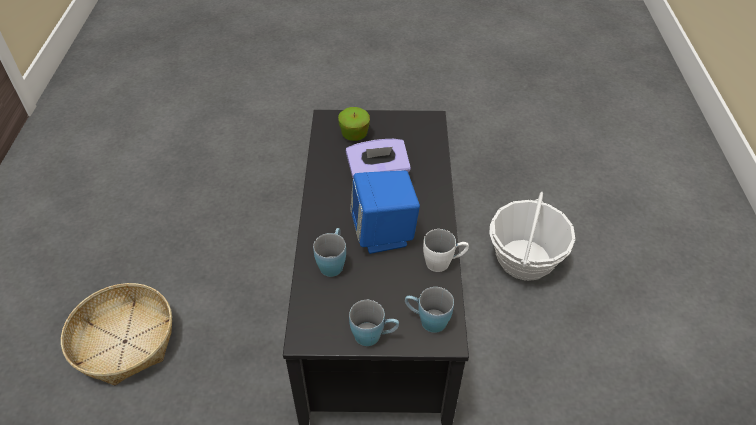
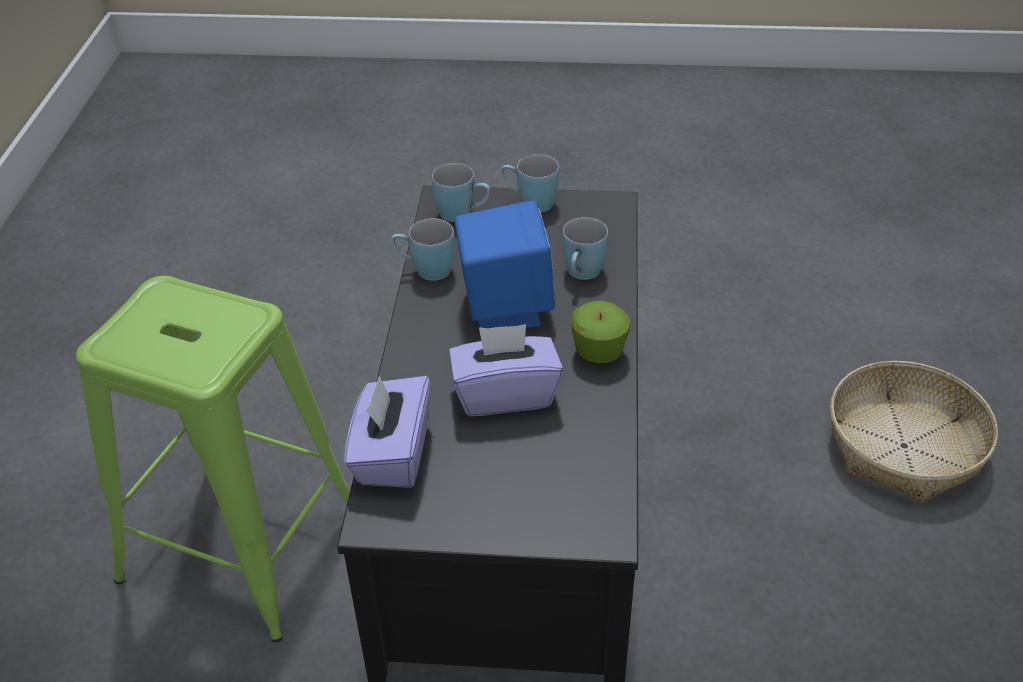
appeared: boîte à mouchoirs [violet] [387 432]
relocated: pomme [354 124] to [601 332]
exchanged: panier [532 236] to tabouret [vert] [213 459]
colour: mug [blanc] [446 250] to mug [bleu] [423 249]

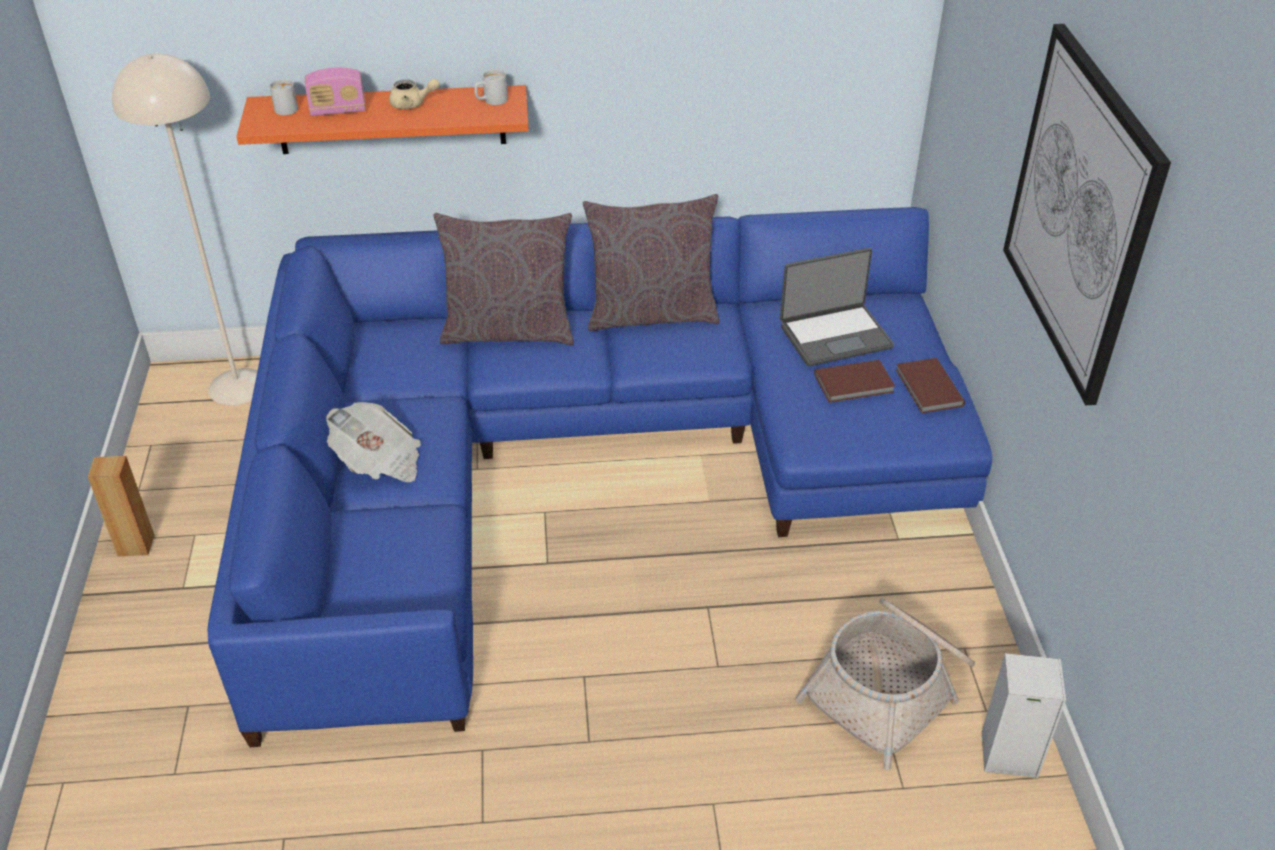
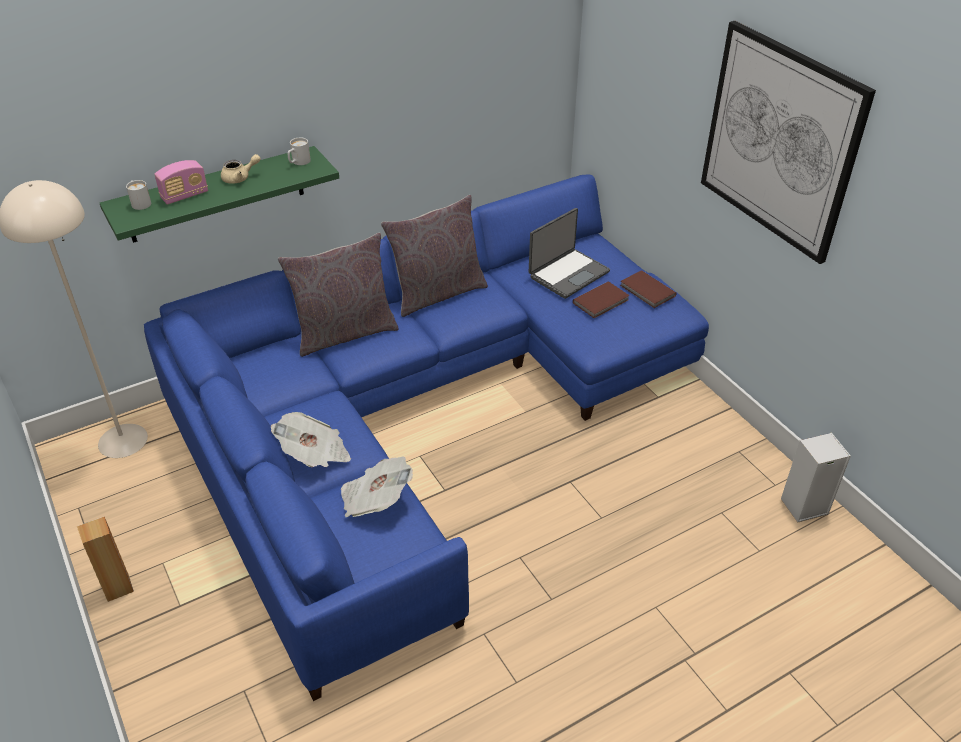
missing: panier [885 684]
appeared: journal [377 487]
colour: étagère [orange] [382 119] to étagère [vert] [219 194]

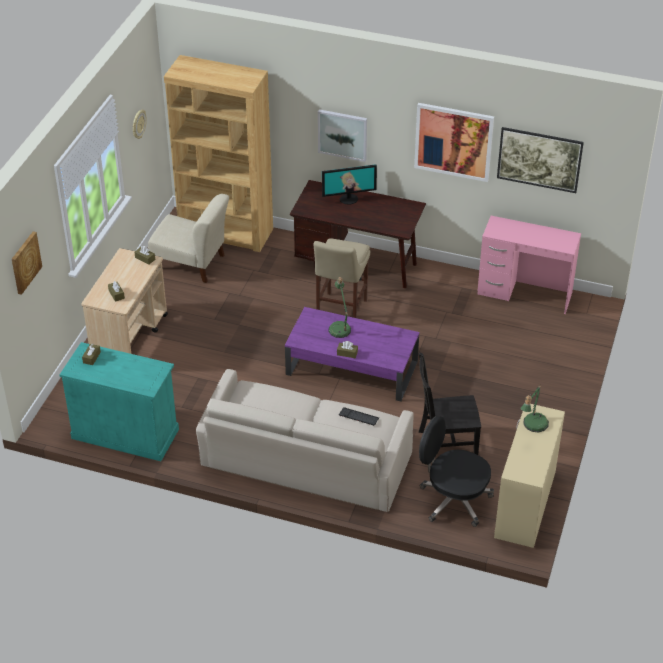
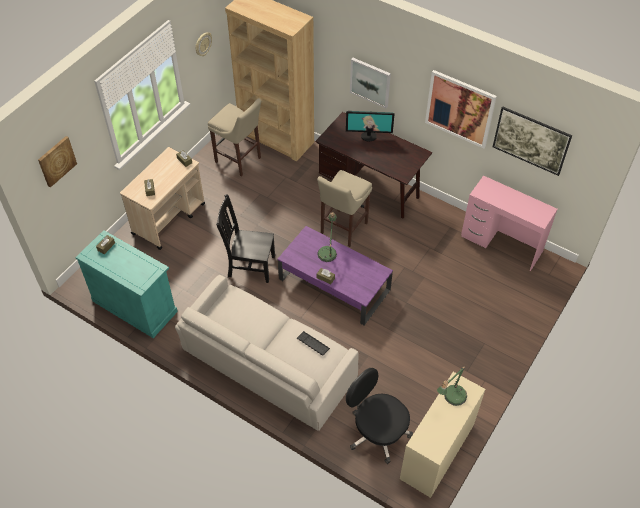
relocated: chaise [noir] [450 403] to [245 238]
exchanged: chaise [beige] [188 238] to tabouret [beige] [234 137]

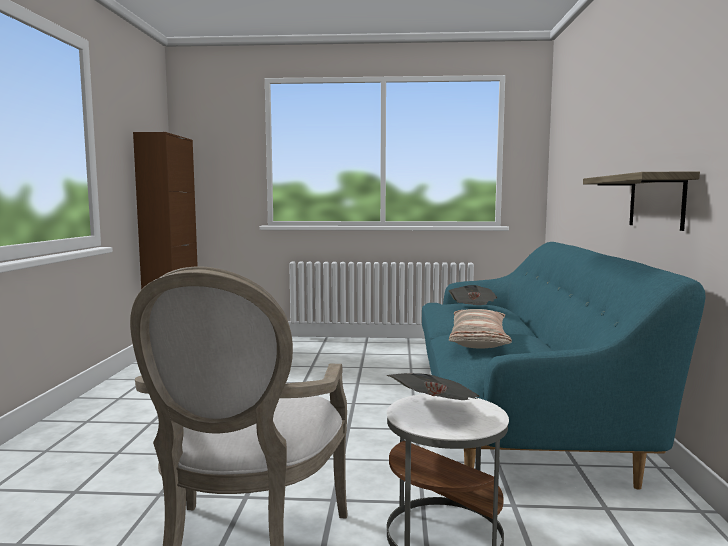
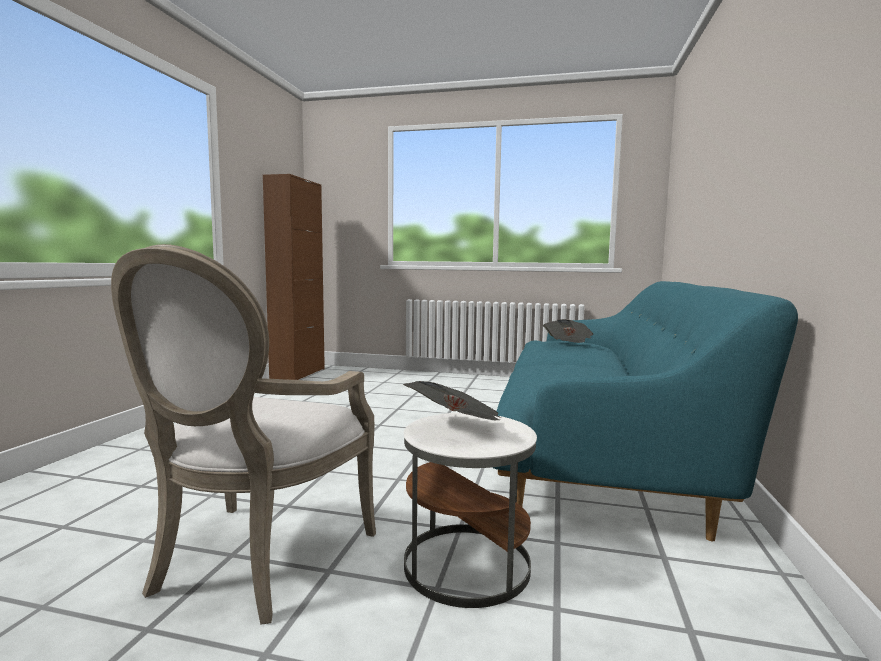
missing: coussin [480 329]; étagère [641 201]

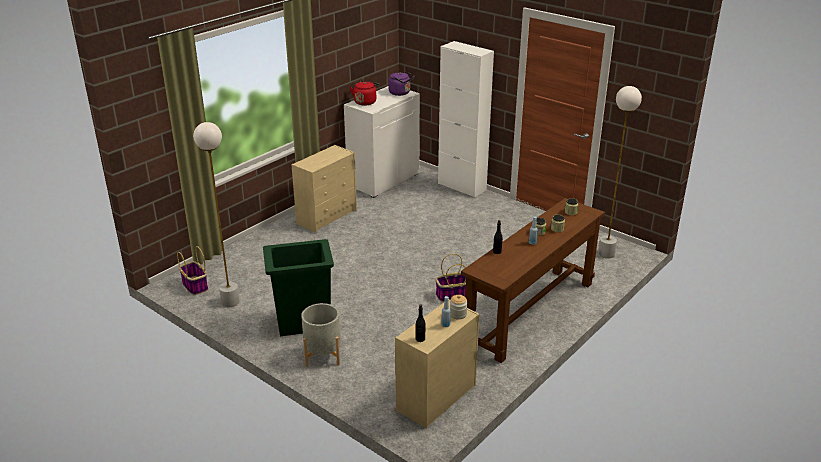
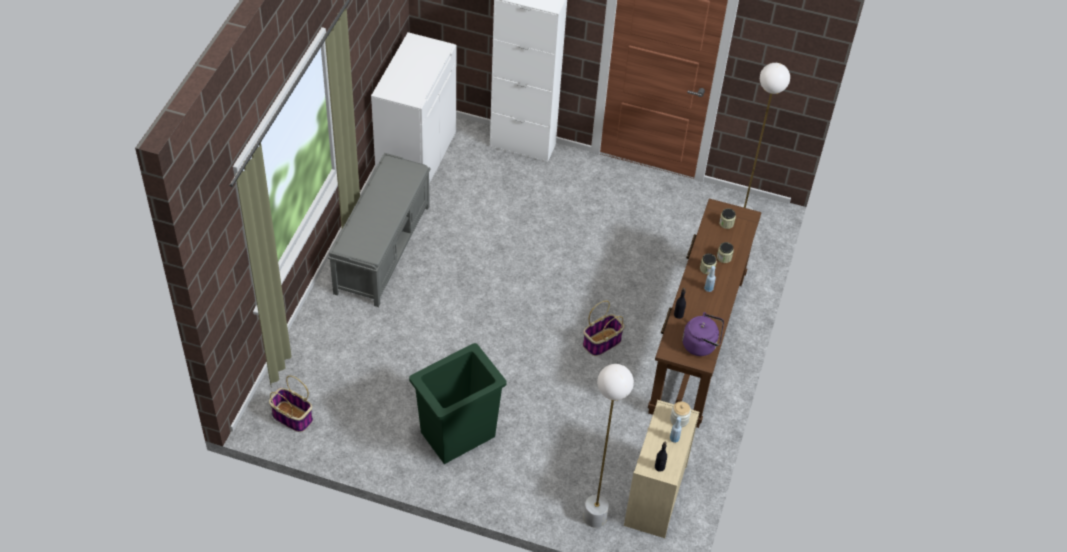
missing: cache-pot [gris] [321 335]; bouilloire [rouge] [364 93]
relocated: lampadaire [blanc] [216 214] to [608 446]; bouilloire [violet] [401 83] to [703 334]
exchanged: commode [beige] [324 189] to banc [gris] [379 230]

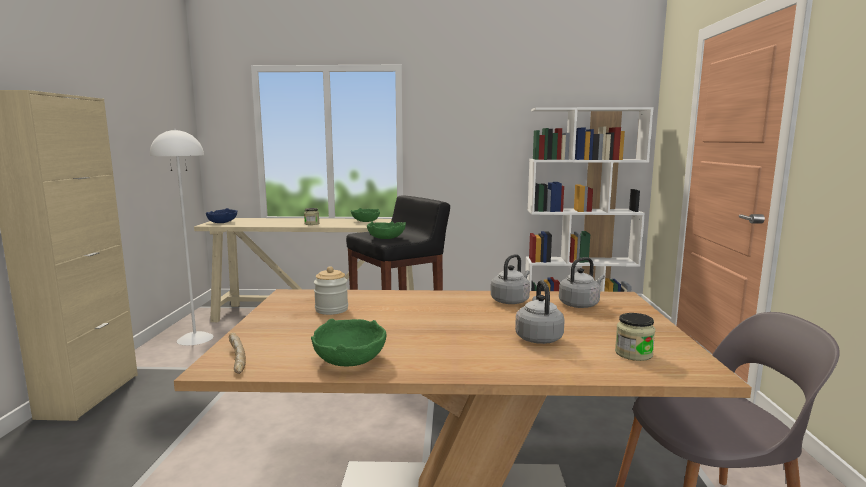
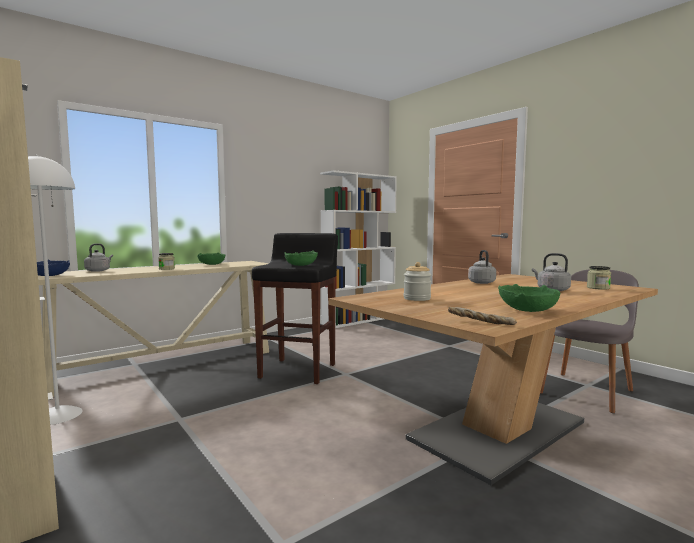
relocated: bouilloire [gris] [582 282] to [98 258]

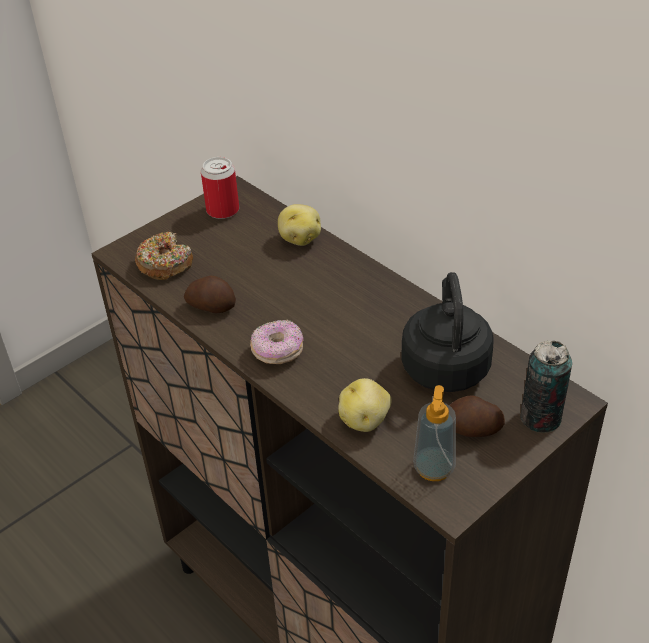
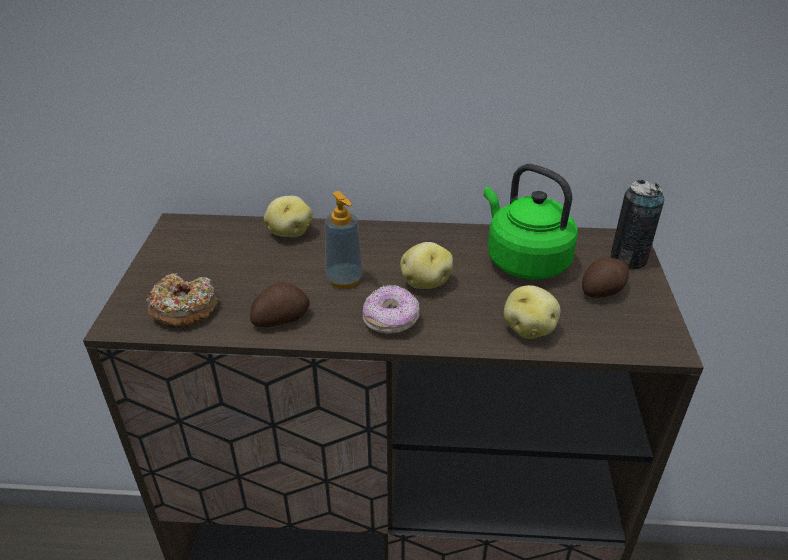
missing: boîte métallique [220 188]
appeared: pomme de terre [426 265]
relocated: distributeur de savon [434 433] to [344 239]
colour: bouilloire [noir] [447 332] to bouilloire [vert] [531 221]

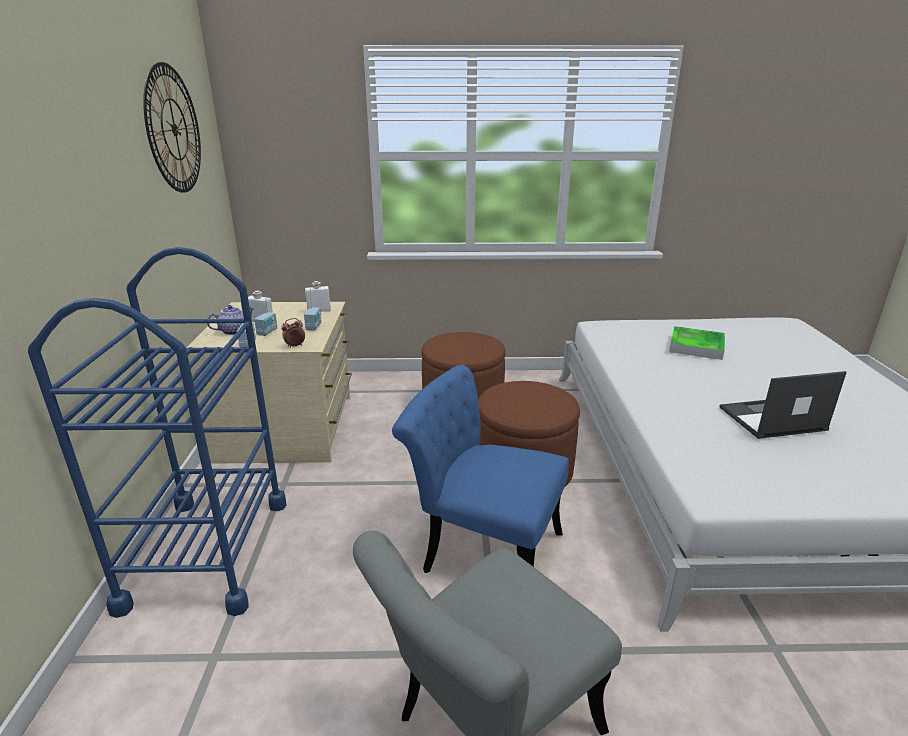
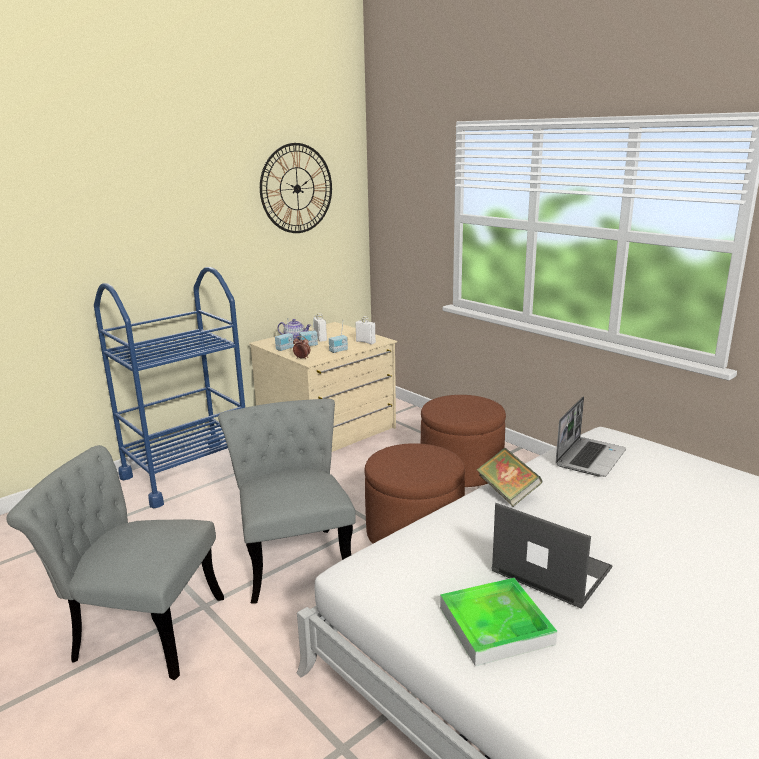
appeared: livre [509 477]; ordinateur portable [591 437]
relocated: plateau [697 343] to [498 622]
colour: chaise [bleu] [480 469] to chaise [gris] [287 501]

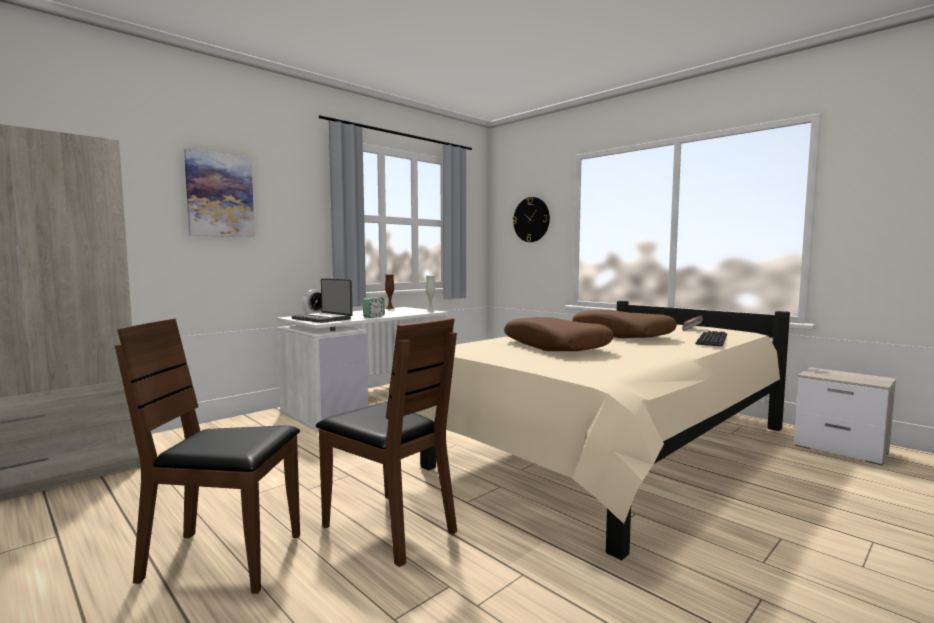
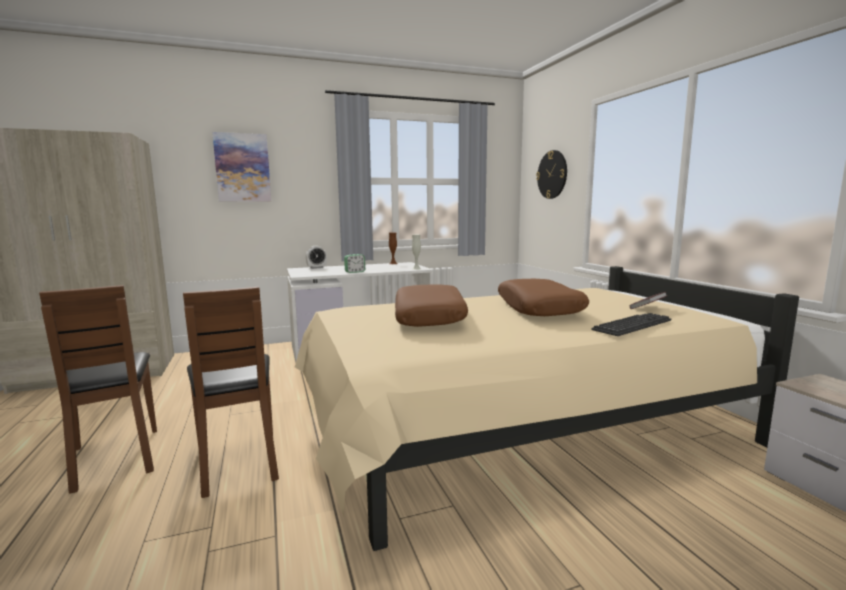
missing: ordinateur portable [322 300]
spun: chaise [marron] [207 456] = [98 389] 150 degrees counterclockwise

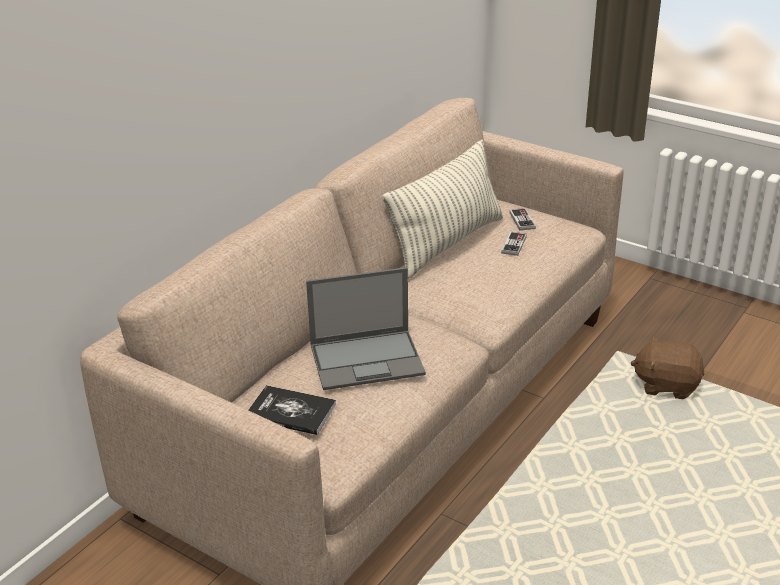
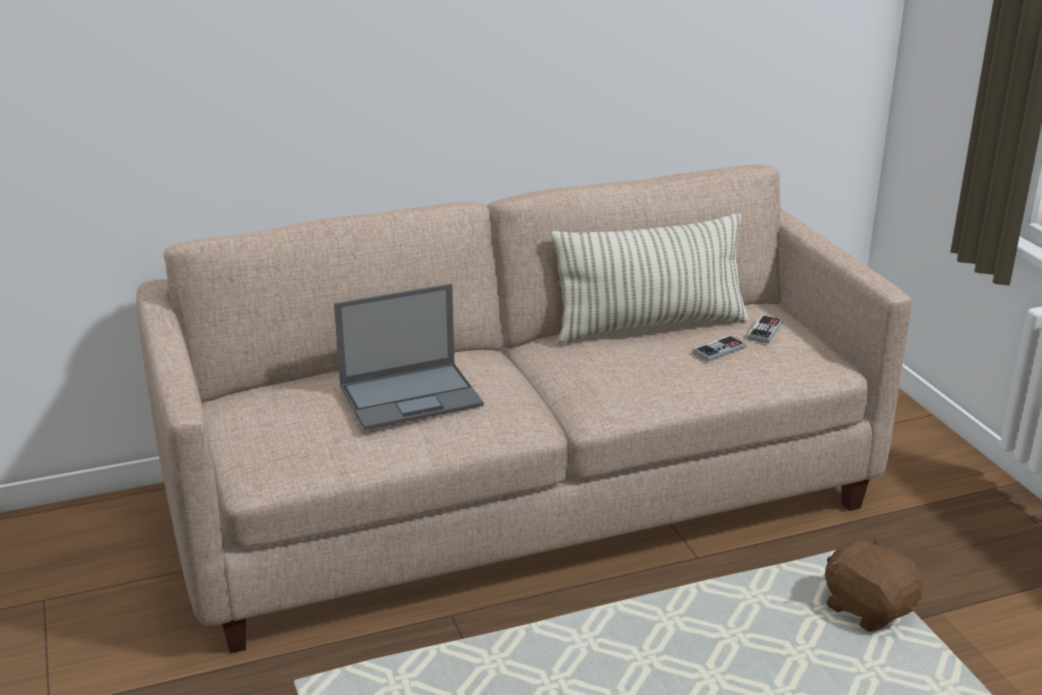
missing: livre [292 410]
spun: ordinateur portable [366 328] = [409 357] 45 degrees counterclockwise

